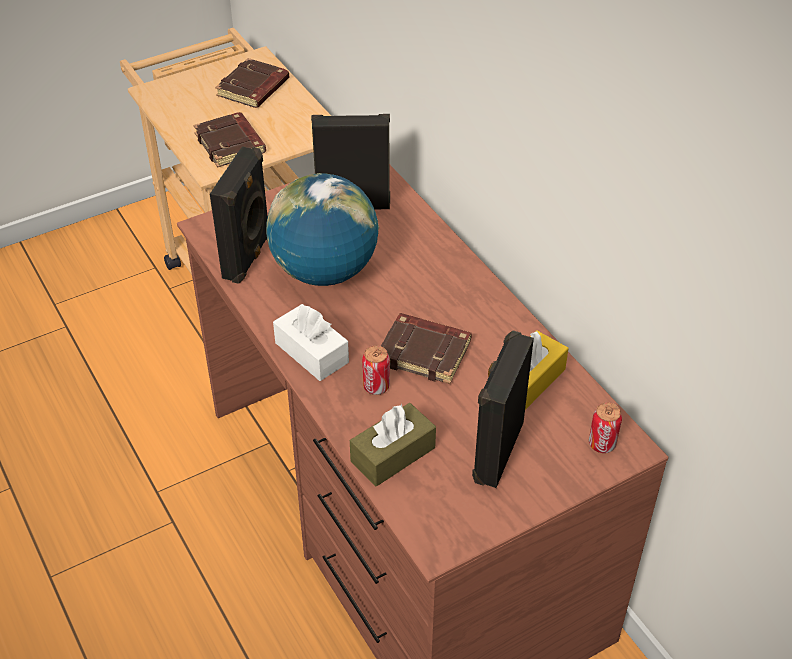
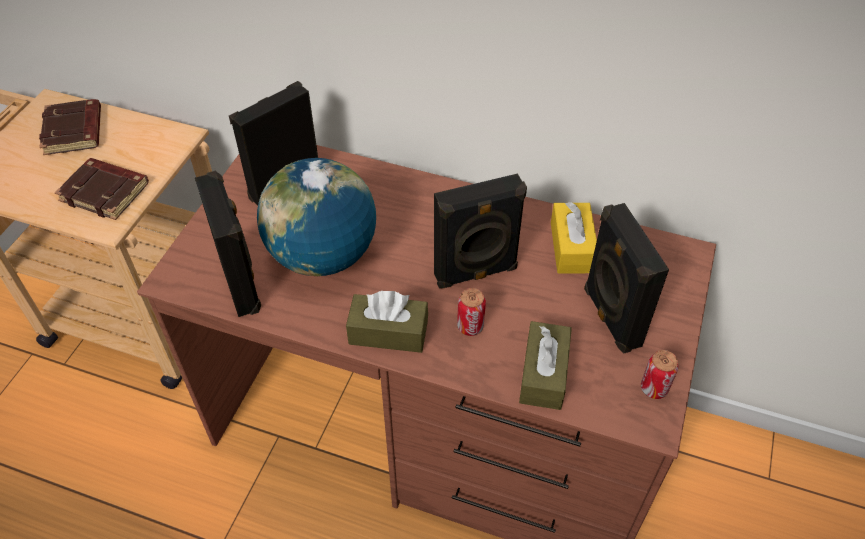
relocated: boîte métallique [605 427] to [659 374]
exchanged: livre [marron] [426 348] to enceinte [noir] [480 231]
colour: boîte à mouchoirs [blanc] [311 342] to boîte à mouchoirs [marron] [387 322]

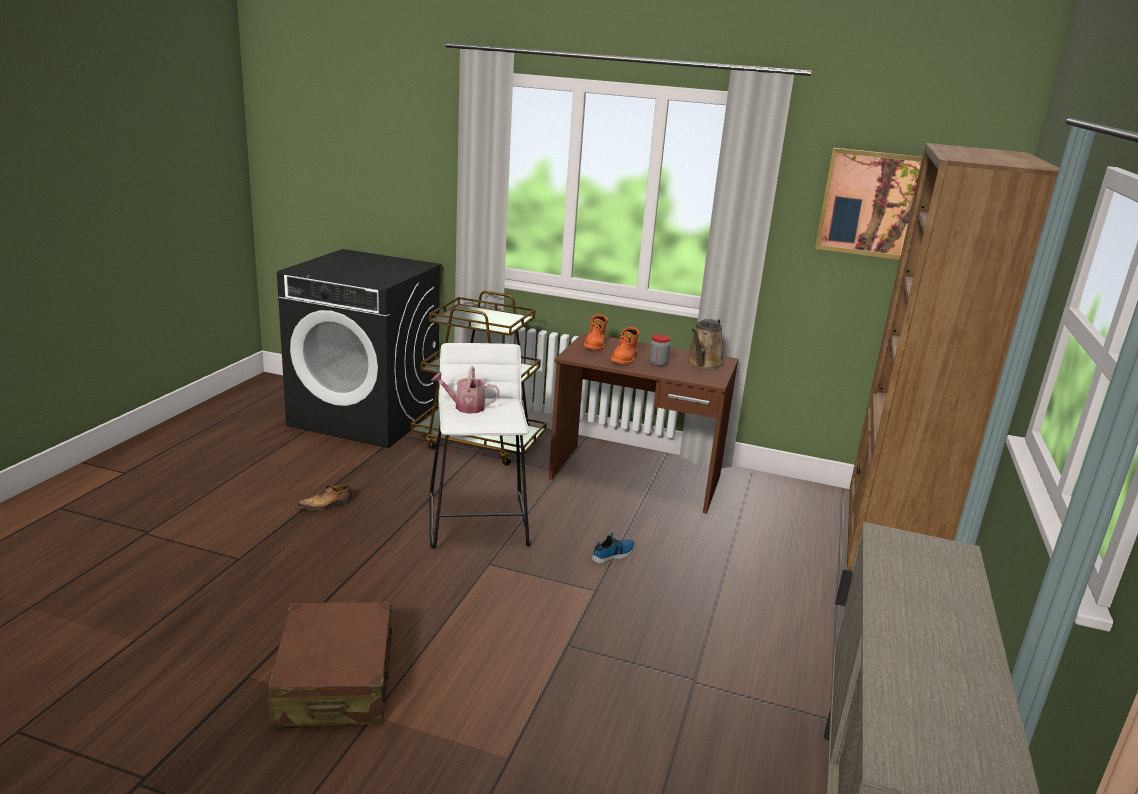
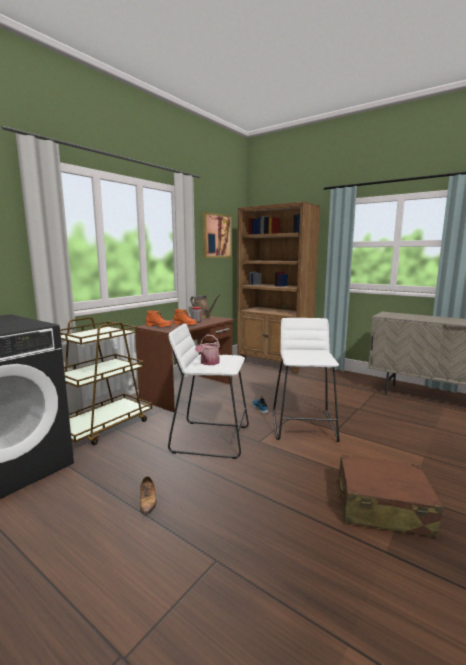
appeared: tabouret [blanc] [306 380]

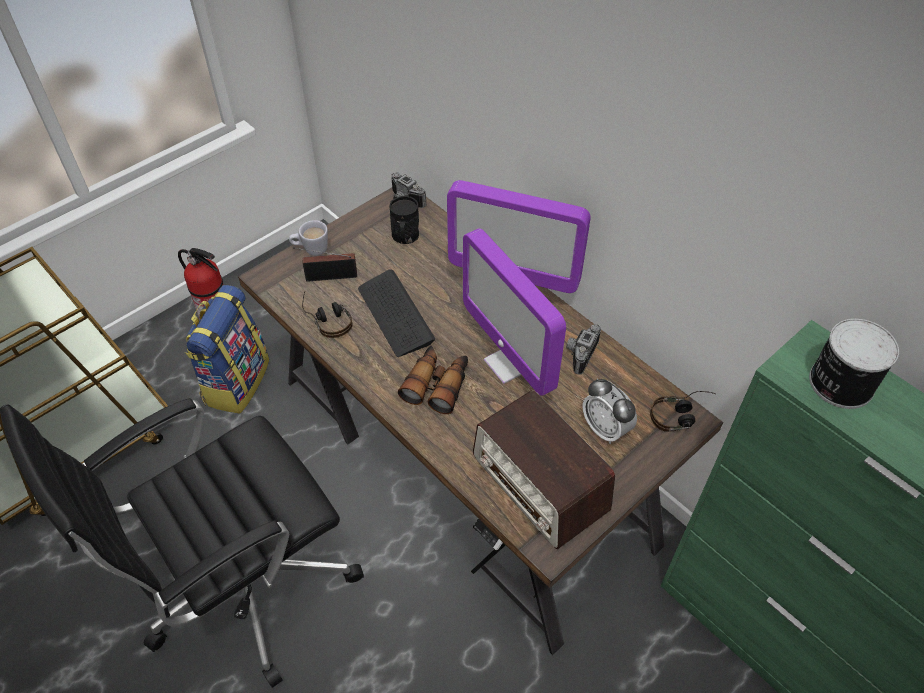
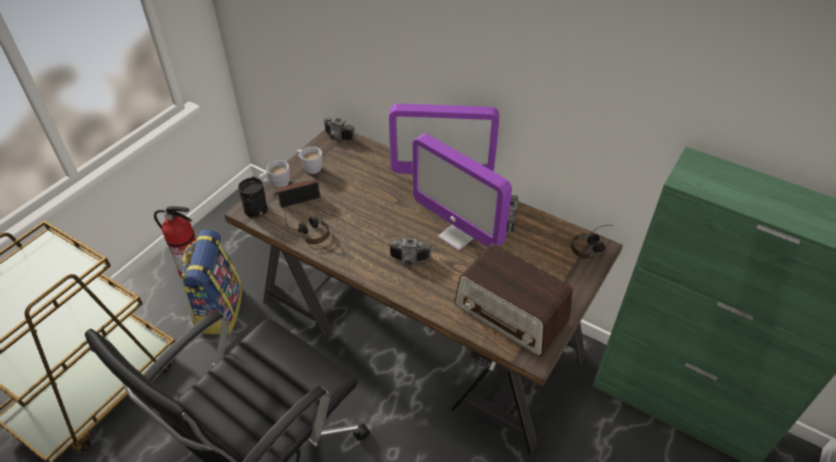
missing: clavier [396 313]; réveil [609 411]; boîte métallique [854 364]
appeared: mug [blanc] [309 160]
relocated: mug [noir] [404 220] to [253 197]
exchanged: jumelles [433 379] to appareil photo [410 252]

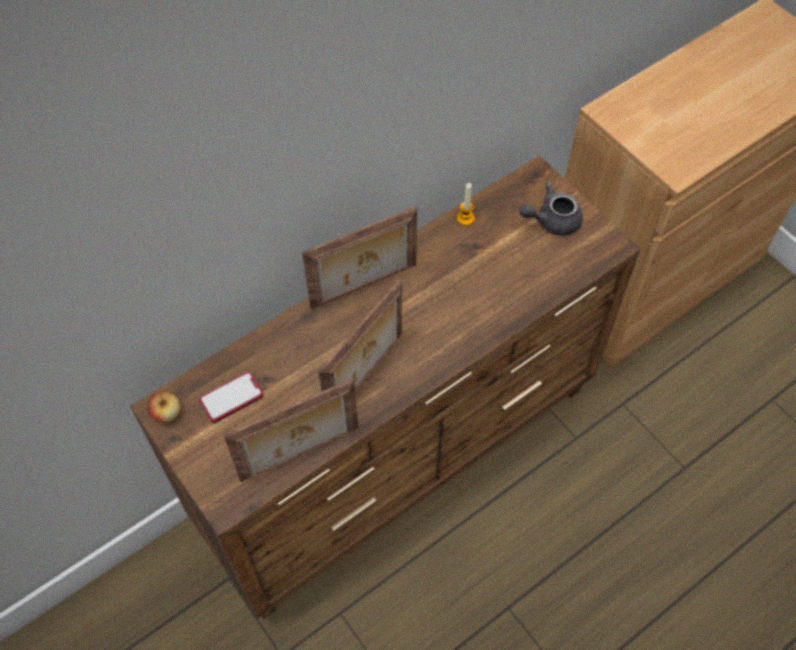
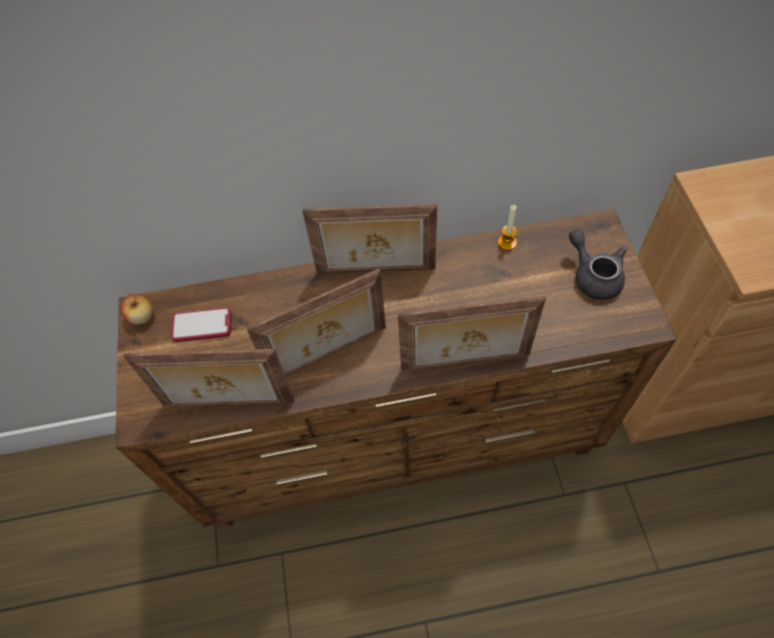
appeared: cadre photo [472 333]
spun: théière [gris] [551 209] = [598 264] 45 degrees clockwise

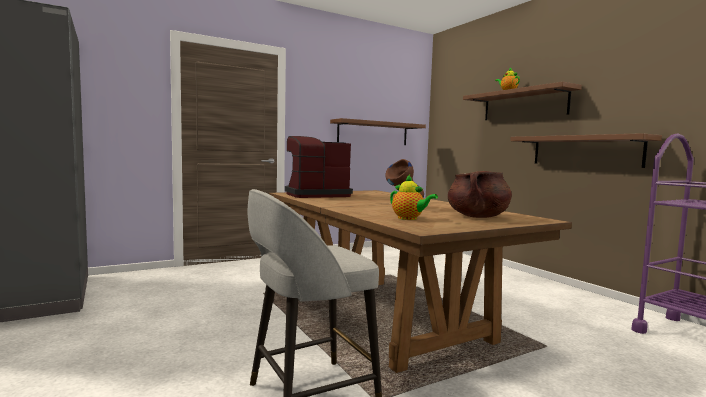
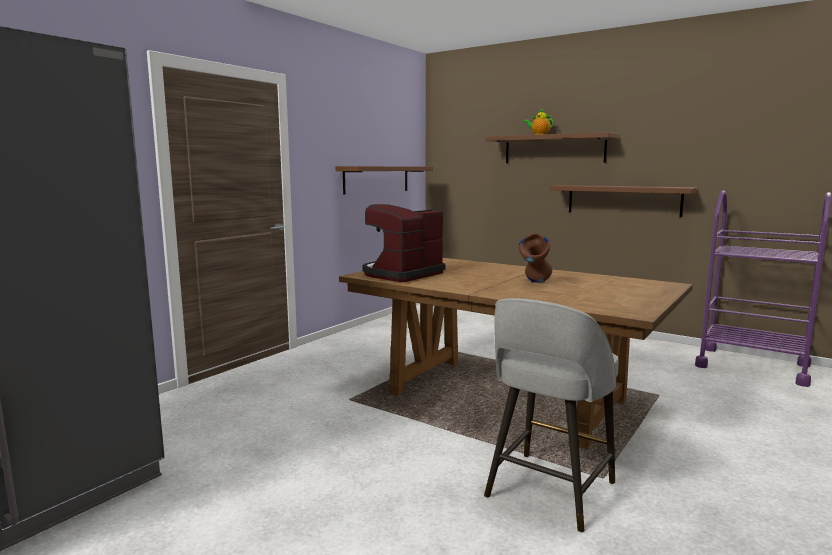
missing: théière [414 197]; marmite [marron] [480 194]

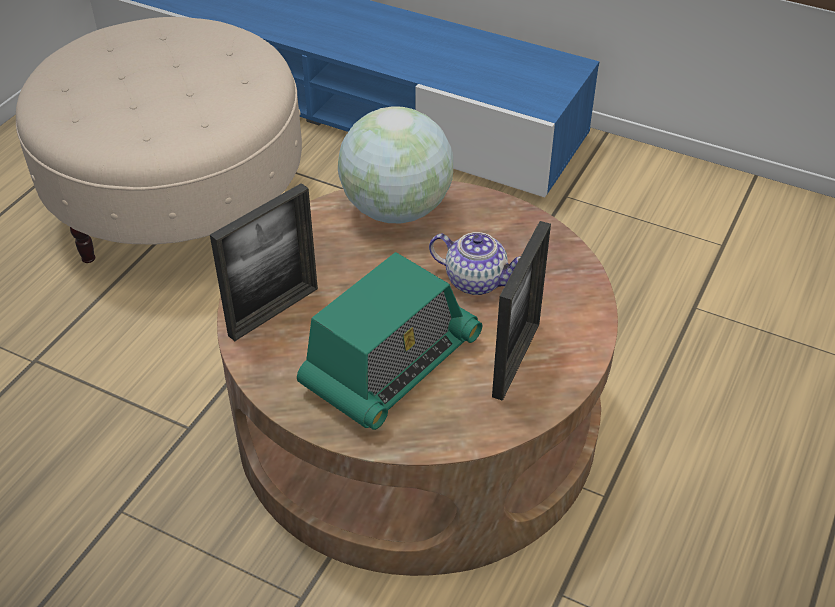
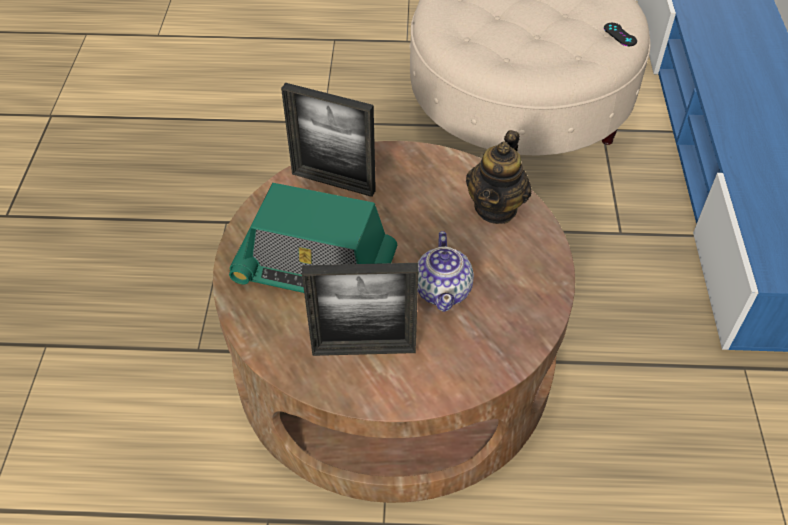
appeared: manette [noir] [620 34]
exchanged: globe [395 164] to théière [499 177]

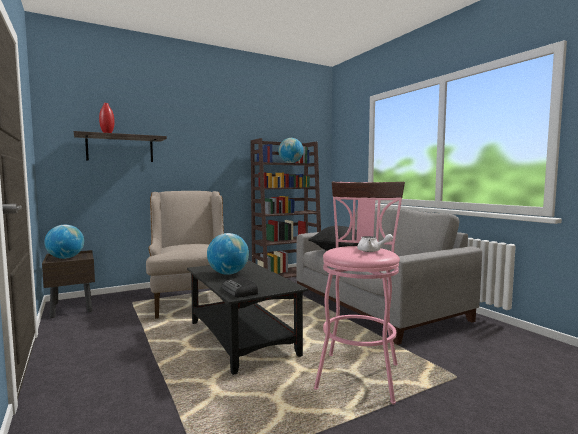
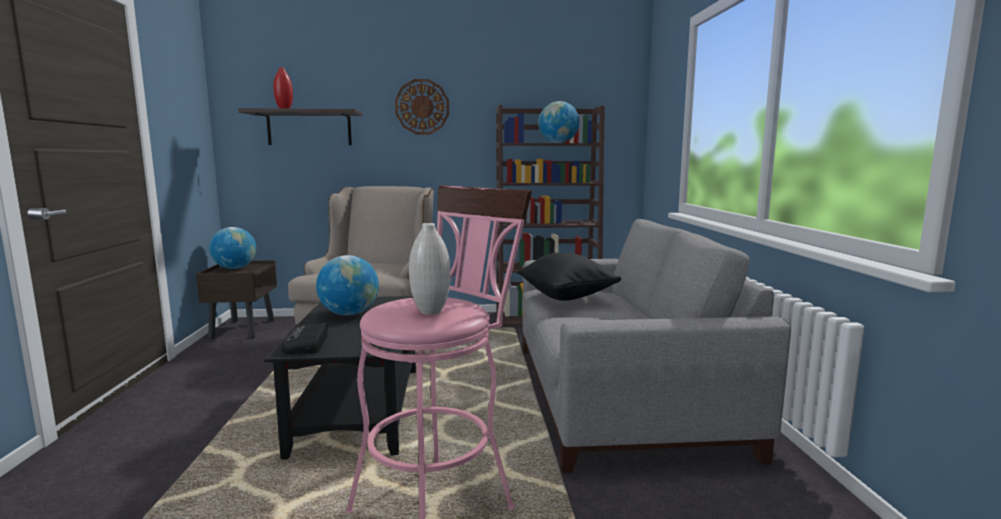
appeared: horloge murale [422 107]
exchanged: théière [blanc] [375 243] to vase [blanc] [429 269]

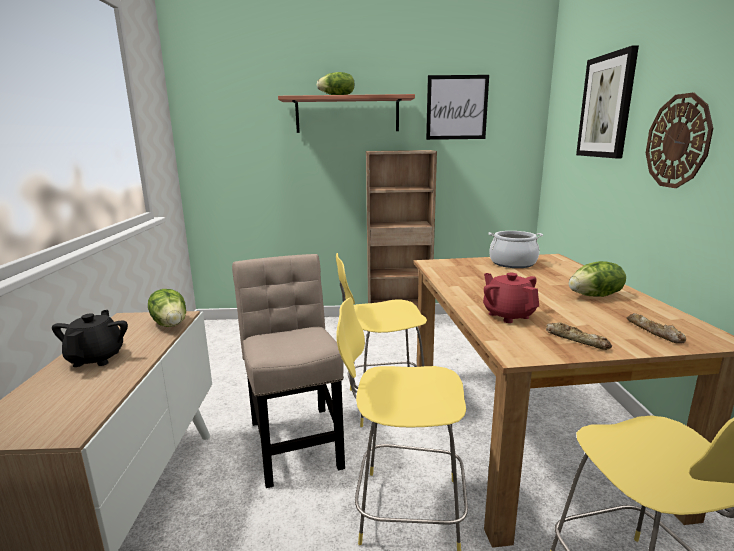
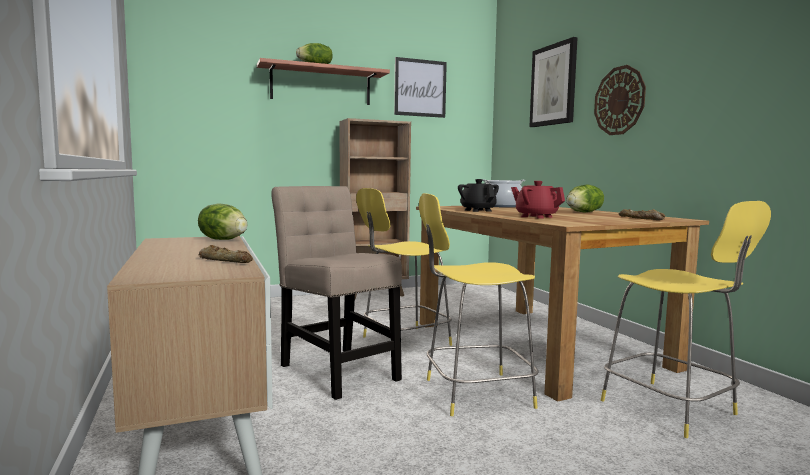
relocated: pain [579 336] to [226 254]; théière [noir] [90 338] to [478 195]

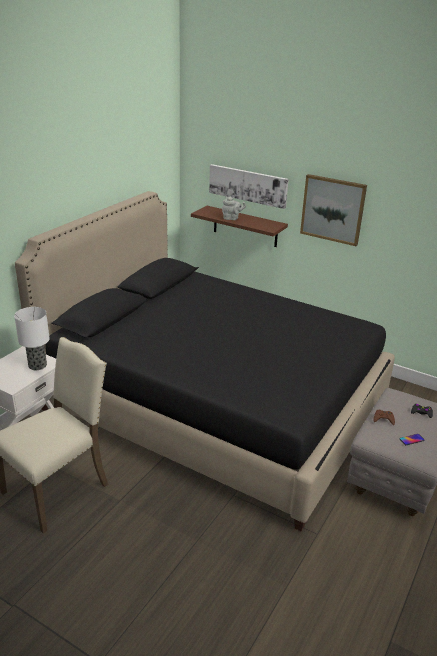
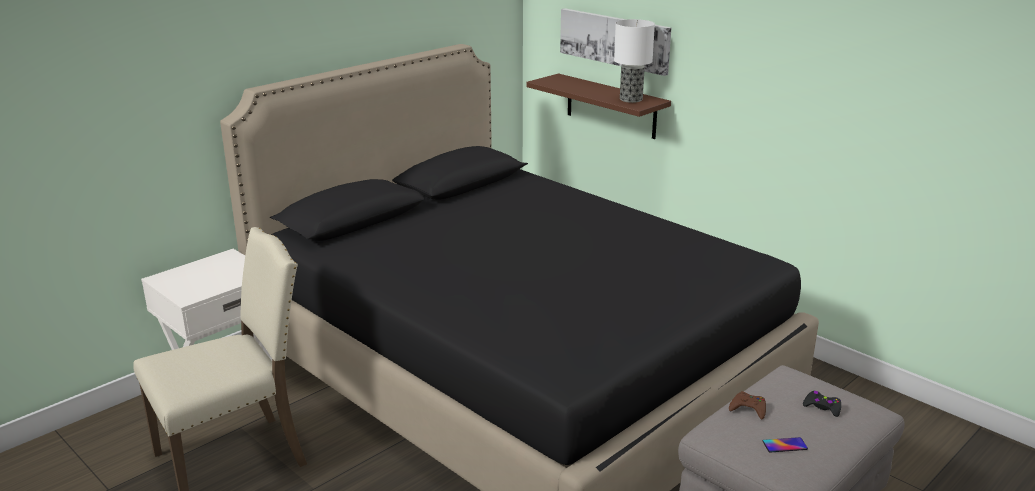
missing: théière [gris] [234 208]; tableau [333 210]
relocated: lampe de table [32 338] to [634 61]

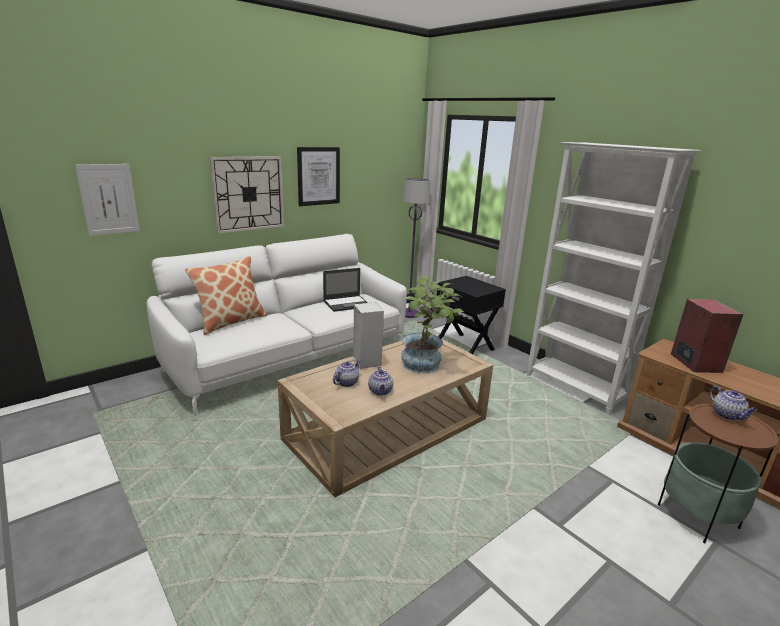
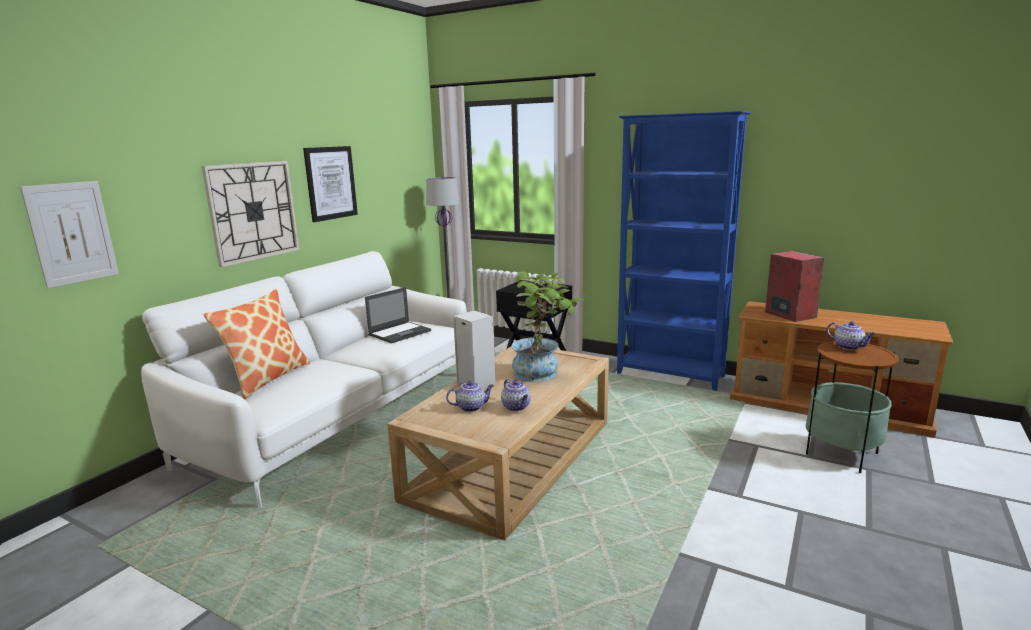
colour: bibliothèque [blanc] [613 278] to bibliothèque [bleu] [684 251]
spun: théière [346 373] = [470 396] 60 degrees clockwise

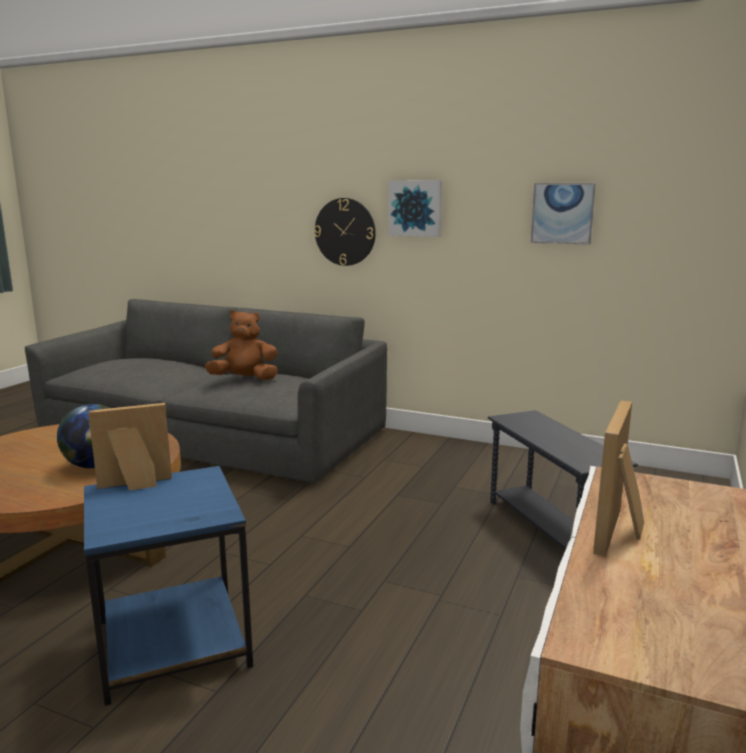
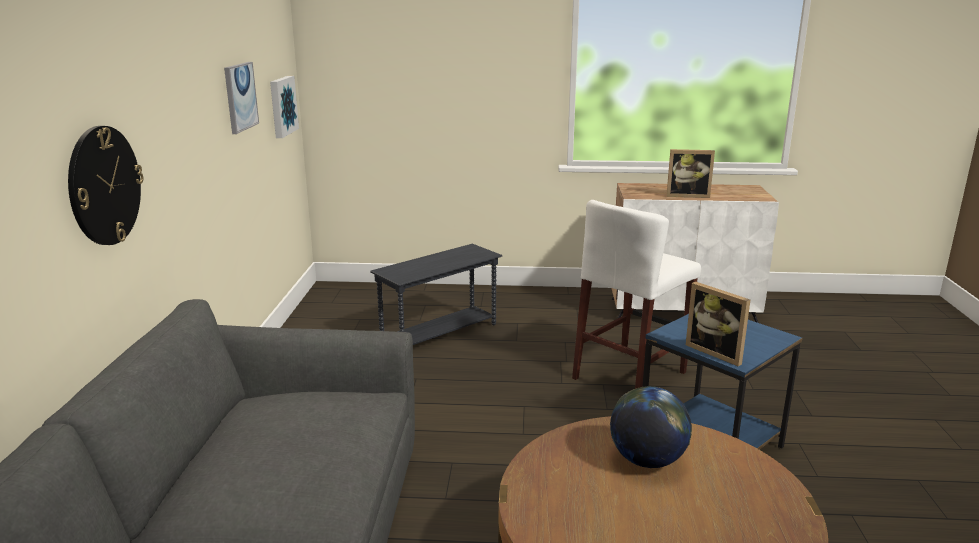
missing: peluche [marron] [241 345]
appeared: tabouret [blanc] [636 294]
relocated: tableau [415 208] to [284 107]

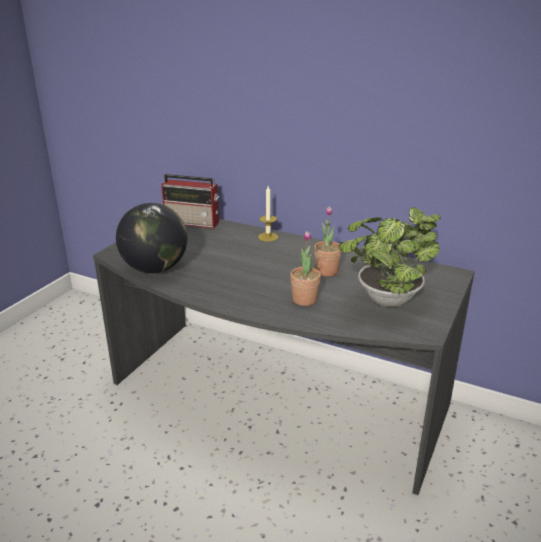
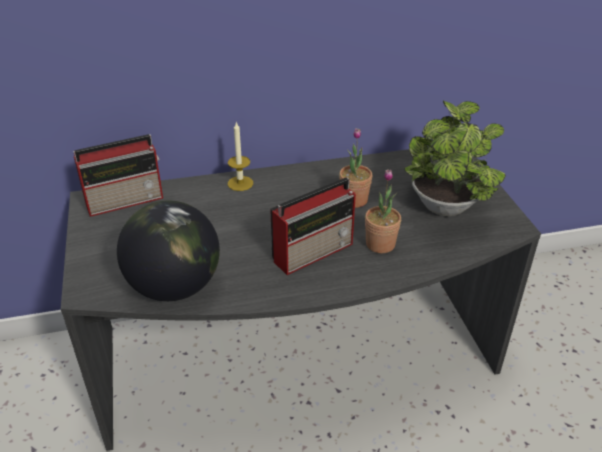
appeared: radio [313 226]

